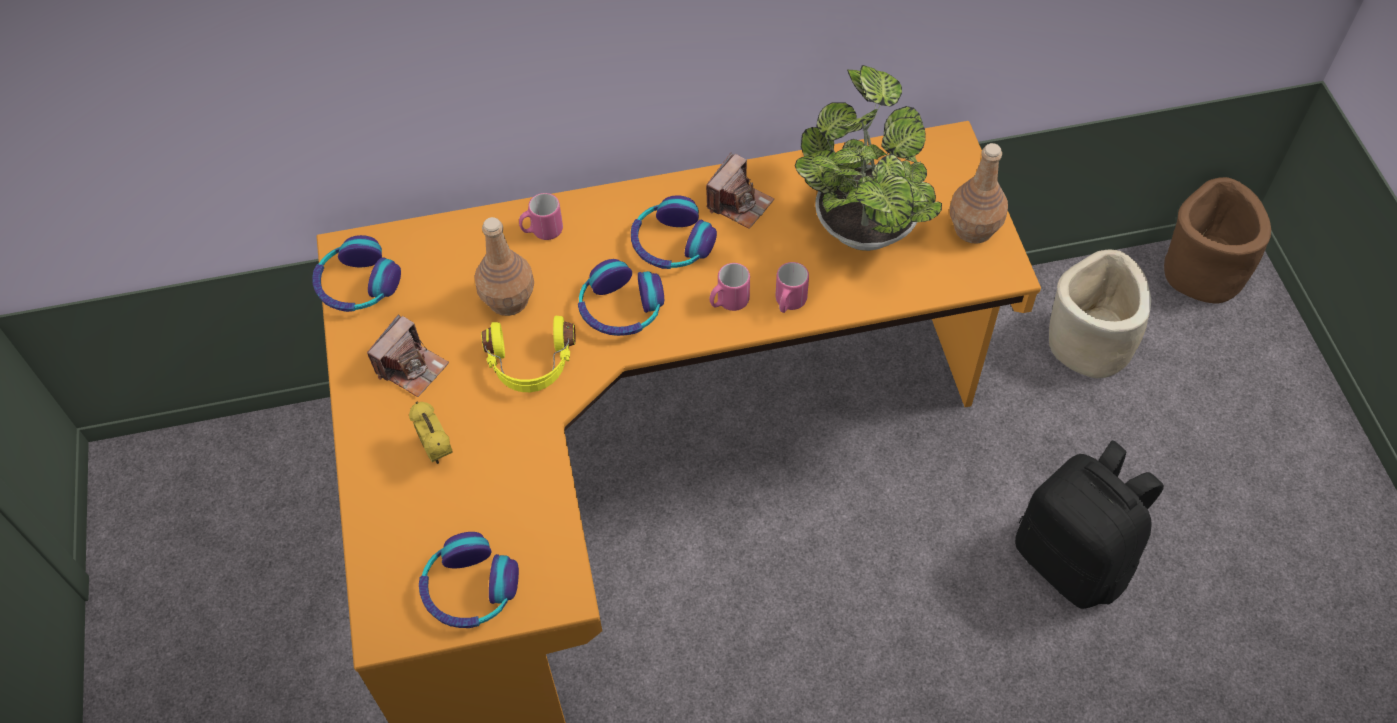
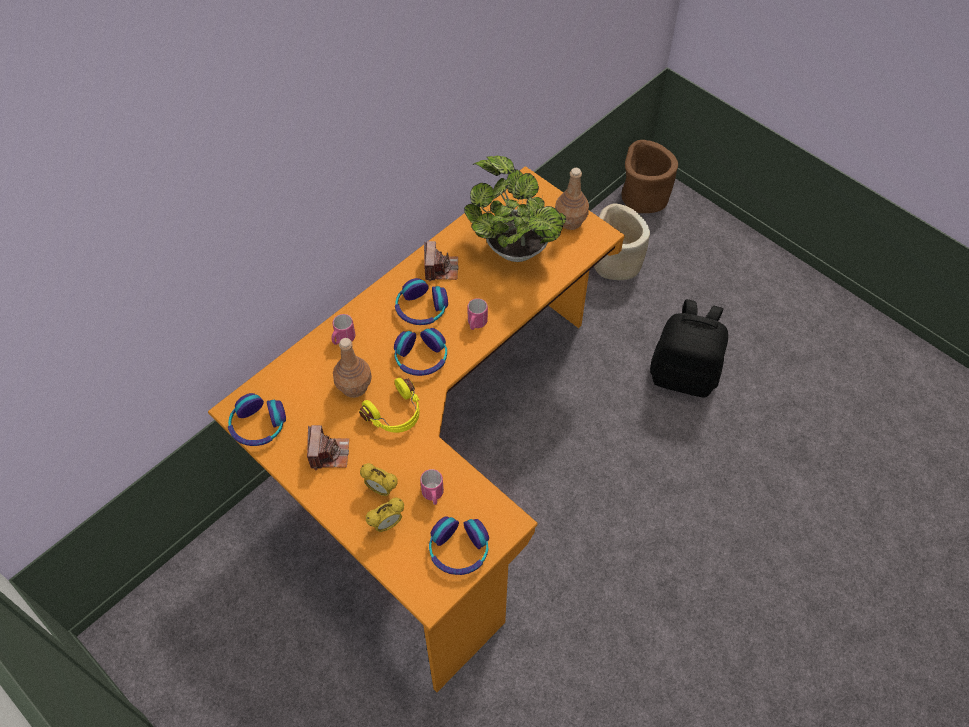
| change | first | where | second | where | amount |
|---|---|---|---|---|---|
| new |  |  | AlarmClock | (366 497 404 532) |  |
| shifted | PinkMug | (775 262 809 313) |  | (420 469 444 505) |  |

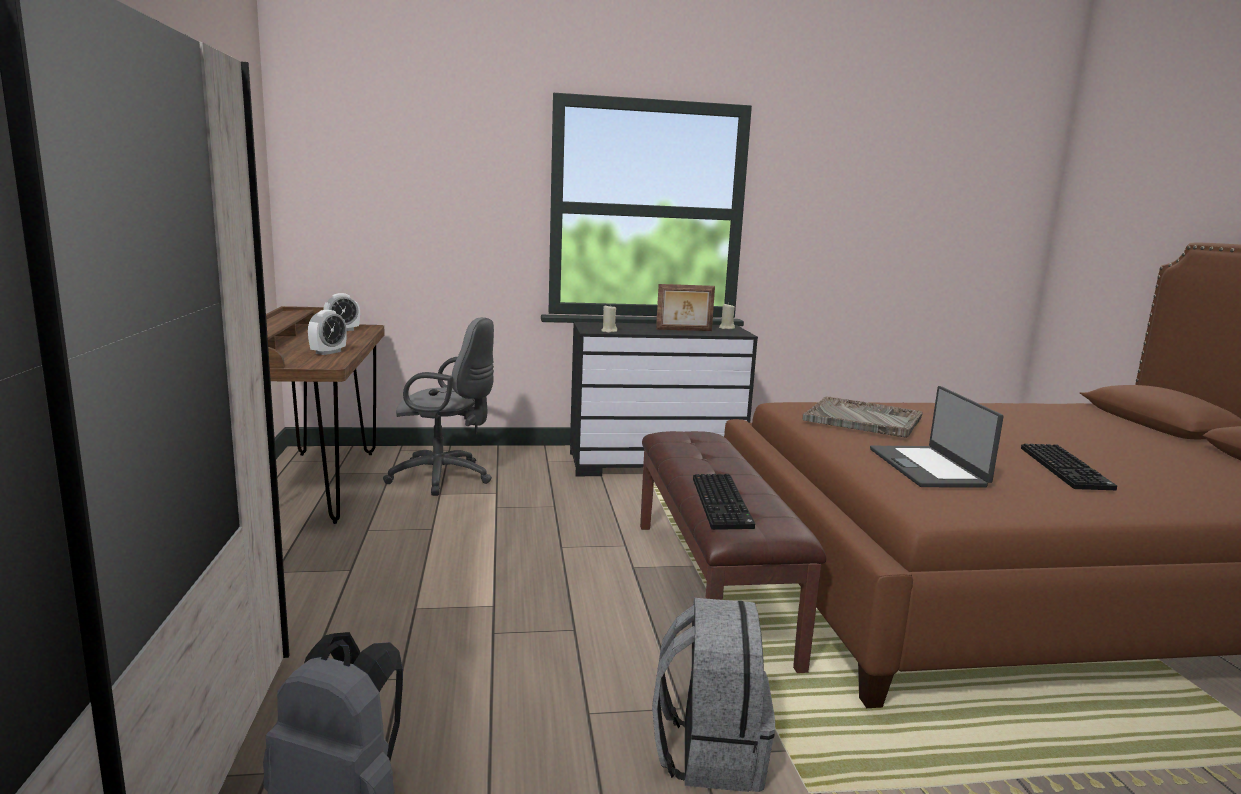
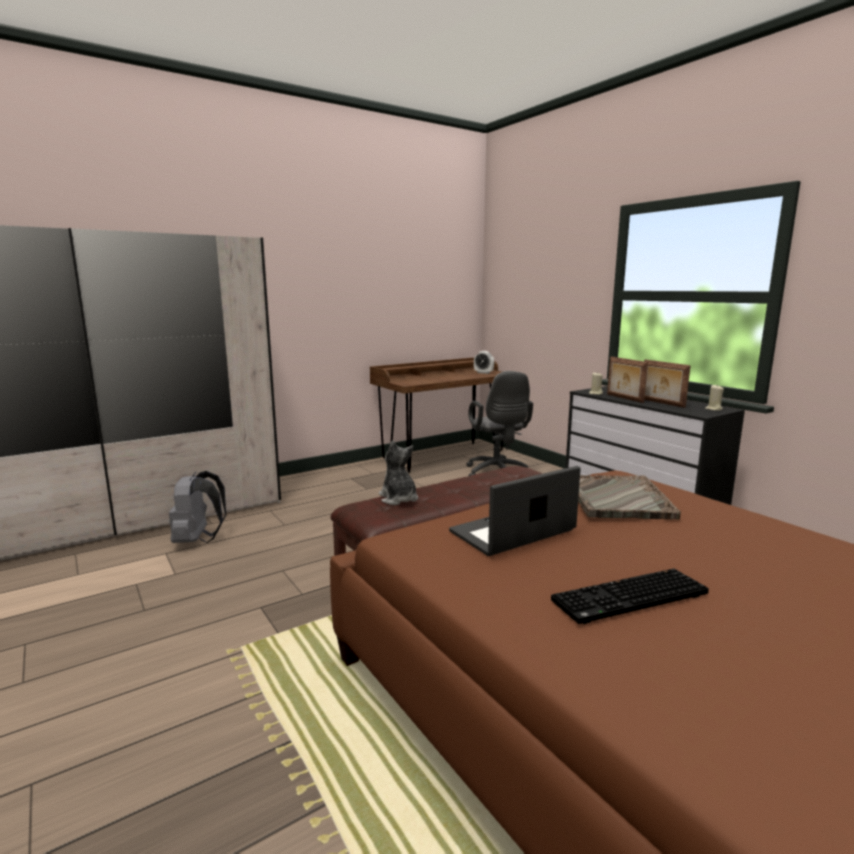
| change | first | where | second | where | amount |
|---|---|---|---|---|---|
| gone | AlarmClock | (308 310 347 355) |  |  |  |
| gone | GreyBackpack | (652 598 775 792) |  |  |  |
| new |  |  | PictureFrame | (607 356 648 403) |  |
| swapped | Keyboard | (693 474 755 530) | PlushToy | (379 440 418 505) |  |

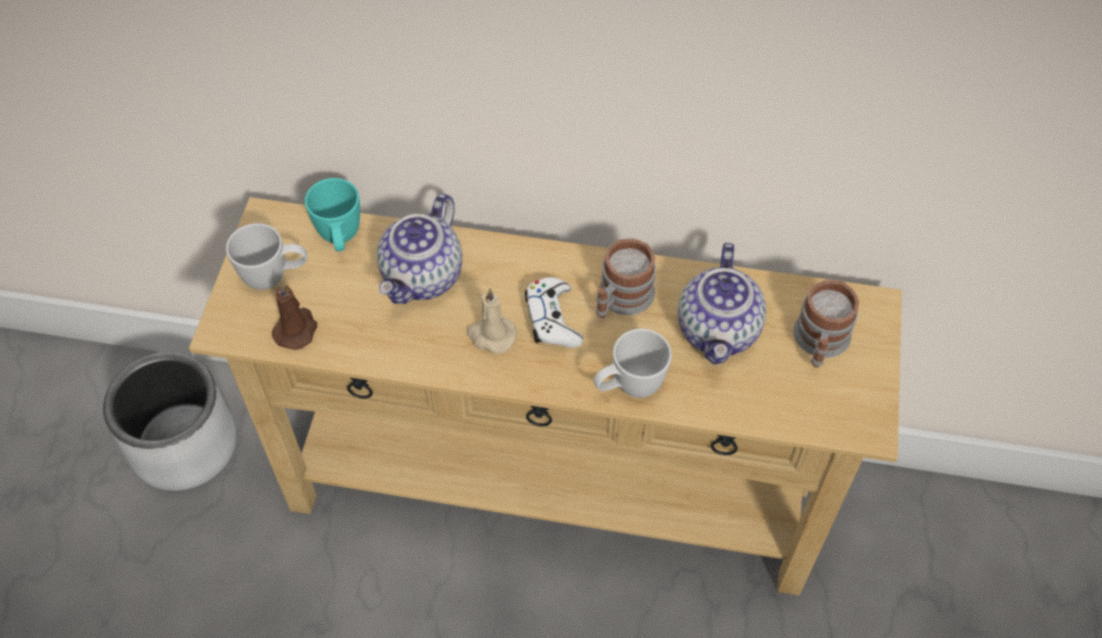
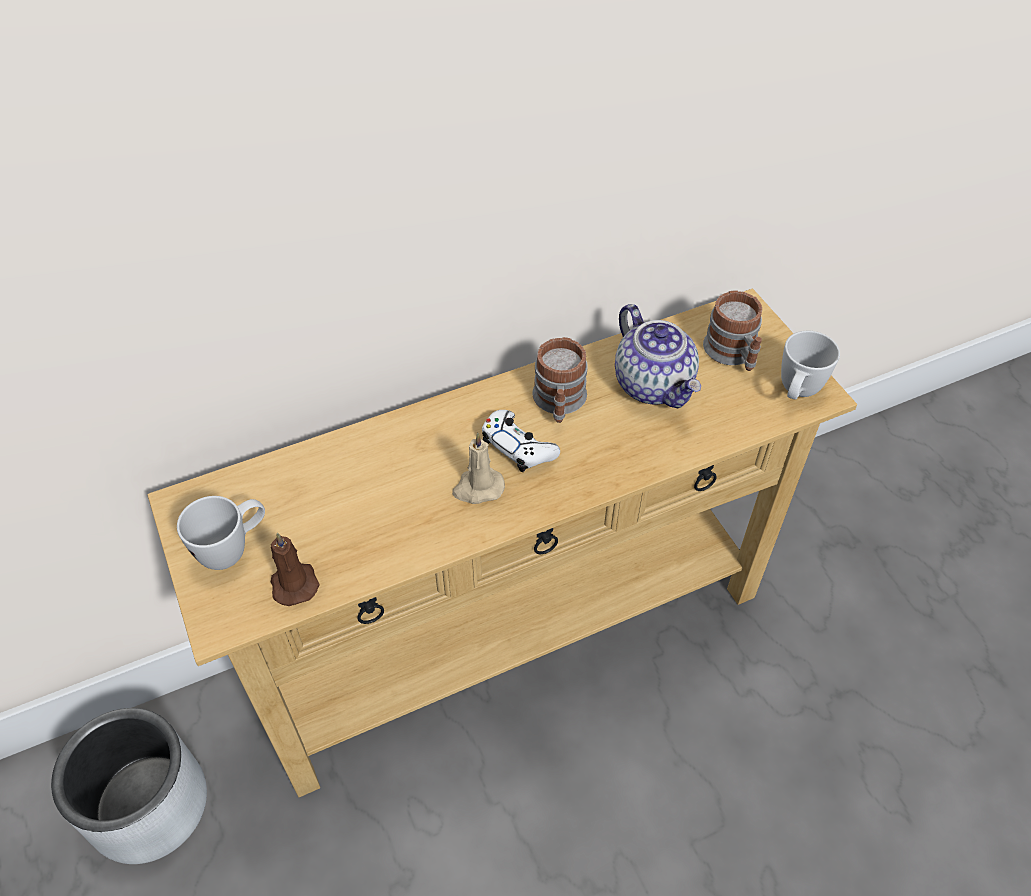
| change | first | where | second | where | amount |
|---|---|---|---|---|---|
| gone | TurquoiseMug | (305 178 360 252) |  |  |  |
| gone | Teapot | (377 193 462 304) |  |  |  |
| shifted | WhiteMug | (593 329 672 398) |  | (781 331 840 399) |  |

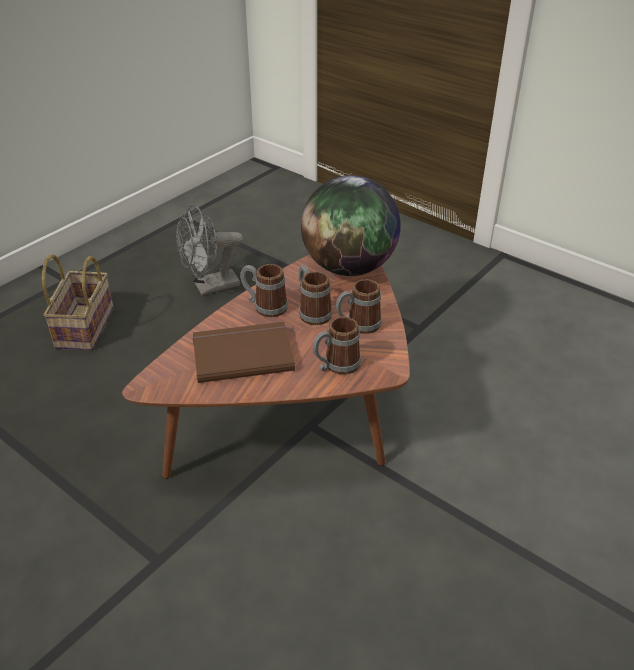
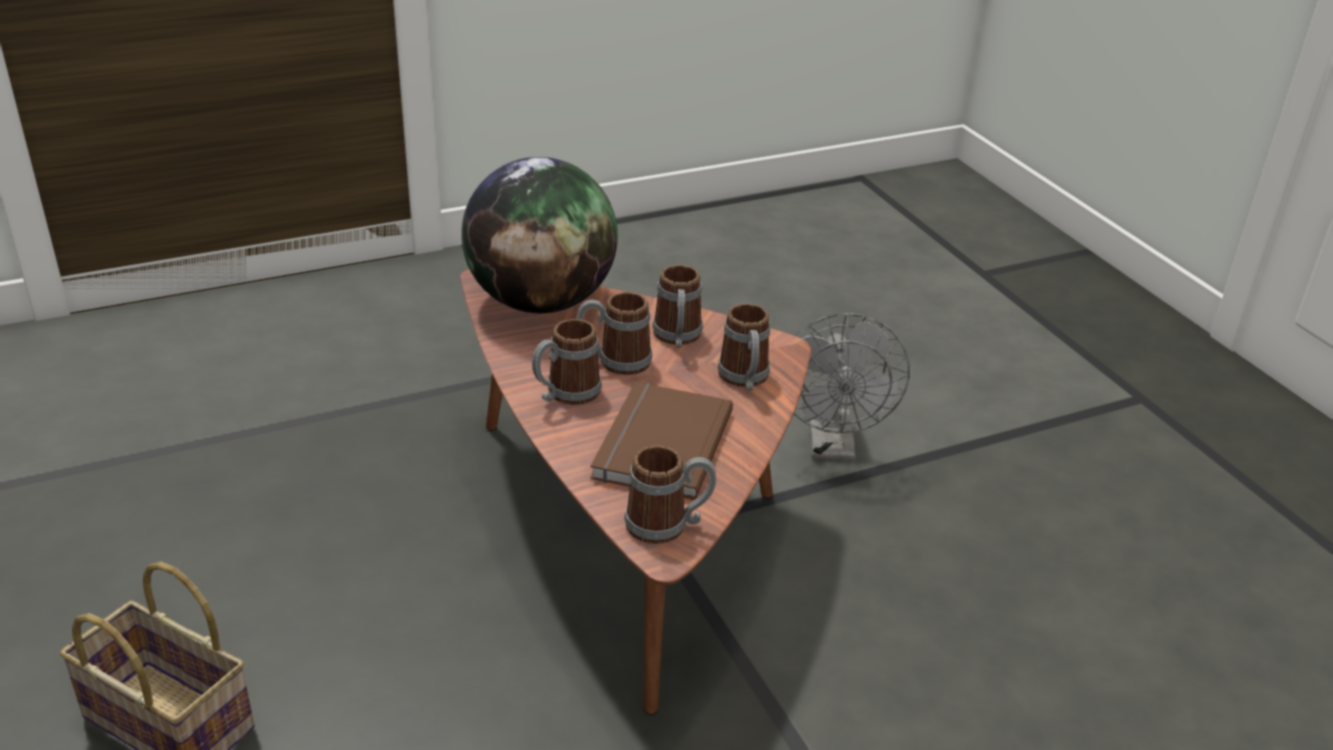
| change | first | where | second | where | amount |
|---|---|---|---|---|---|
| new |  |  | Mug | (624 445 716 544) |  |
| shifted | GreyFan | (176 204 243 296) |  | (794 313 910 460) |  |

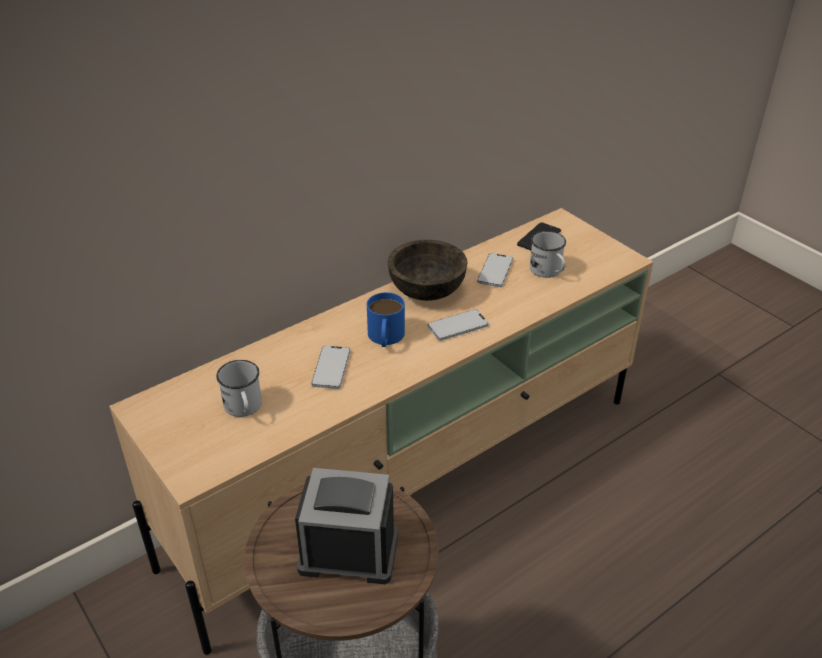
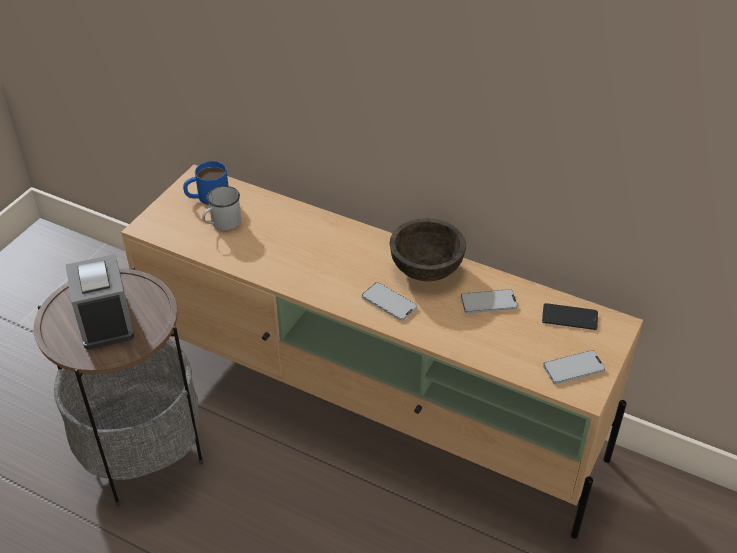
| change | first | where | second | where | amount |
|---|---|---|---|---|---|
| gone | WhiteMug | (530 231 566 278) |  |  |  |
| shifted | Phone | (311 346 350 389) |  | (543 350 605 384) |  |
| shifted | BlueMug | (367 292 405 347) |  | (183 161 228 205) |  |

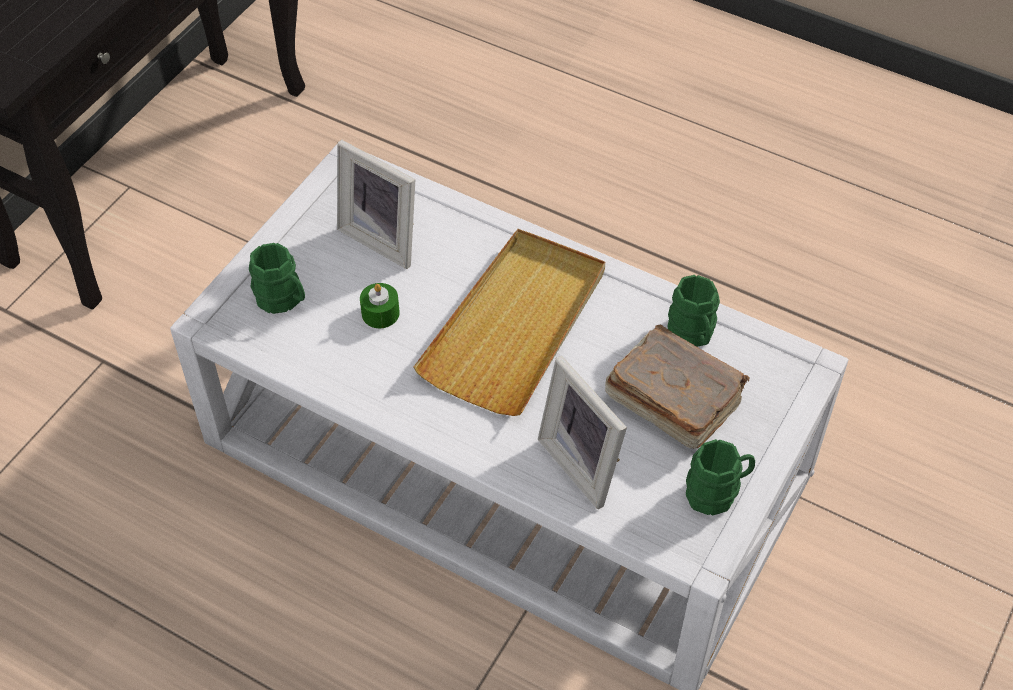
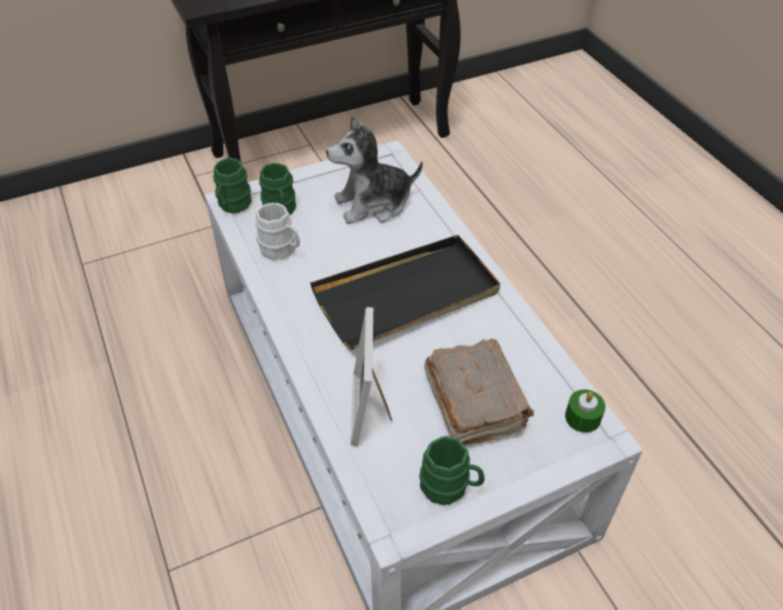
| change | first | where | second | where | amount |
|---|---|---|---|---|---|
| new |  |  | WhiteMug | (255 203 300 260) |  |
| shifted | GreenCandle | (360 283 400 328) |  | (565 389 606 432) |  |
| shifted | GreenMug | (667 275 720 347) |  | (213 158 252 214) |  |
| swapped | PictureFrame | (337 140 415 269) | PlushToy | (326 116 423 224) |  |
| repainted | BeigeTray | (414 229 605 416) | BlackTray | (310 235 500 350) |  |

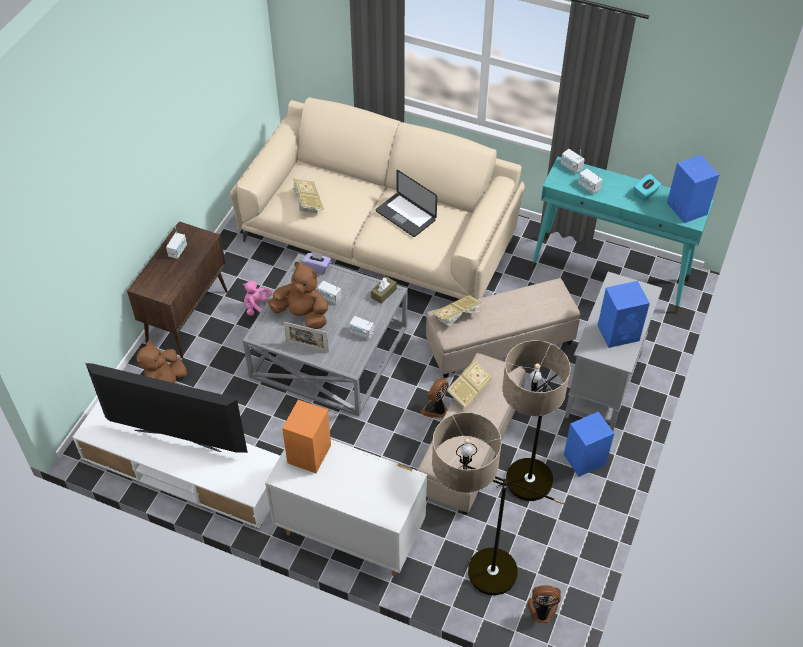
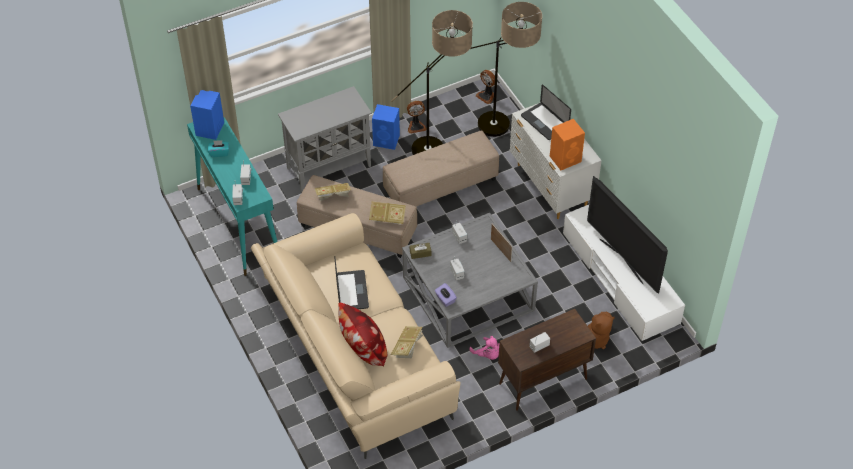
| change | first | where | second | where | amount |
|---|---|---|---|---|---|
| gone | BrownPlushToy | (268 262 328 329) |  |  |  |
| gone | BlueSpeaker | (598 281 650 348) |  |  |  |
| new |  |  | Pillow | (338 302 387 366) |  |
| new |  |  | Laptop | (521 84 571 140) |  |
| shifted | Fan | (421 377 449 418) |  | (407 101 427 134) |  |
| shifted | Book | (447 360 493 408) |  | (315 183 351 201) |  |

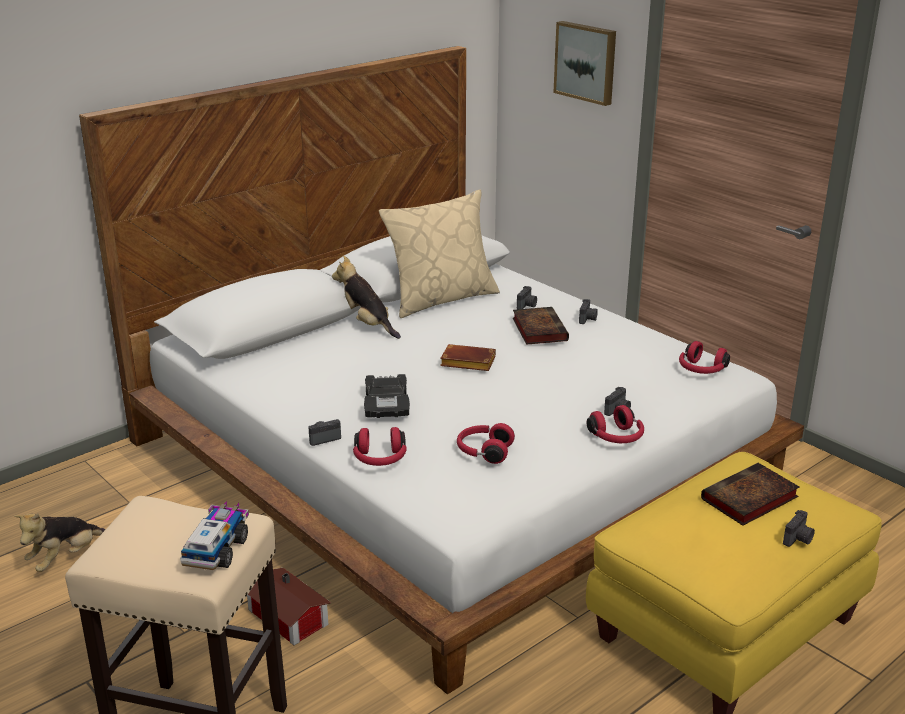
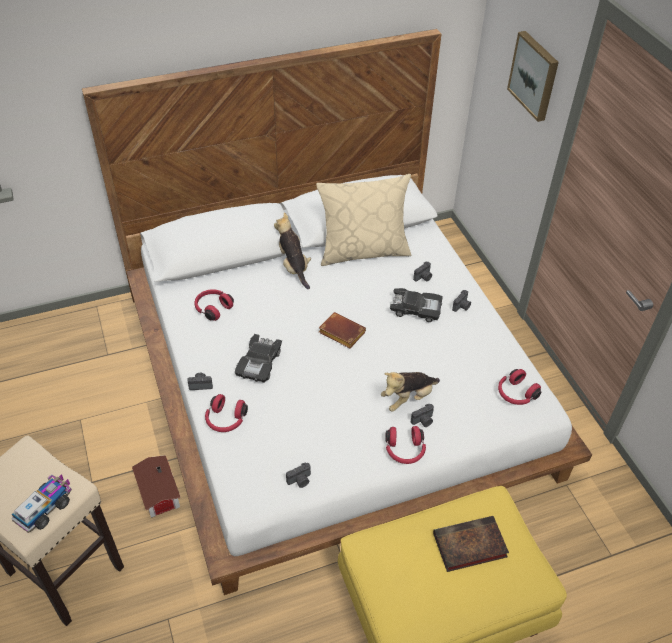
| change | first | where | second | where | amount |
|---|---|---|---|---|---|
| shifted | PlushToy | (14 513 105 572) |  | (381 372 440 412) |  |
| shifted | RedHeadphones | (457 423 515 464) |  | (194 289 234 321) |  |
| shifted | PhotoCamera | (783 510 815 547) |  | (286 462 311 488) |  |
| swapped | Book | (513 307 569 345) | BlackToyCar | (390 288 443 322) |  |

